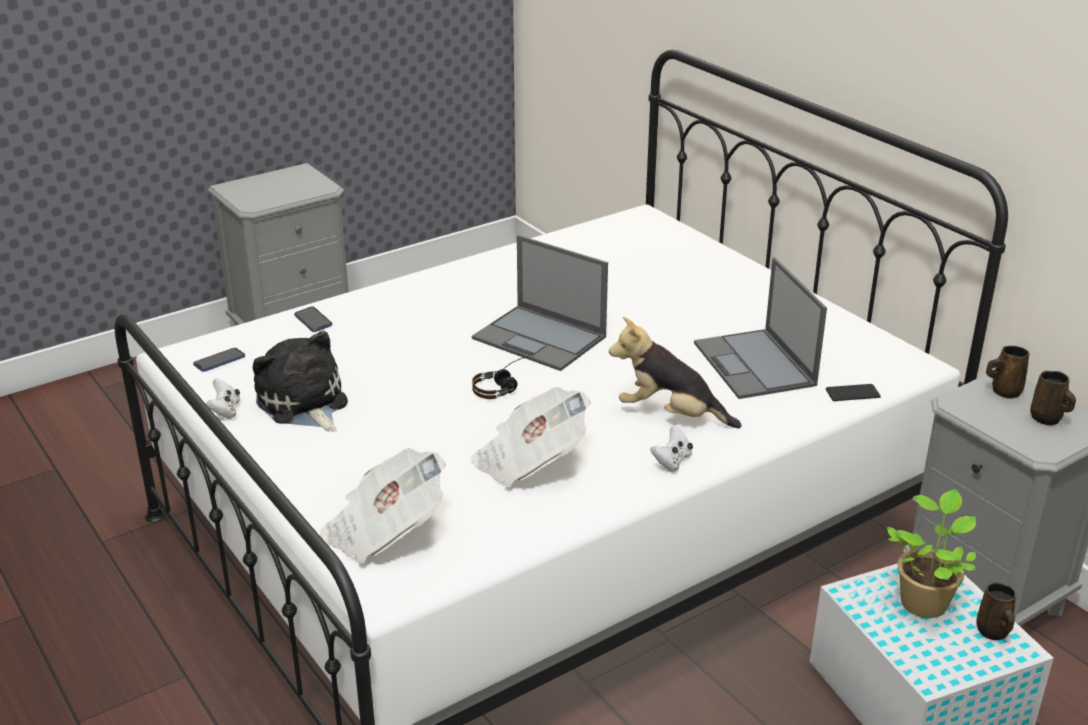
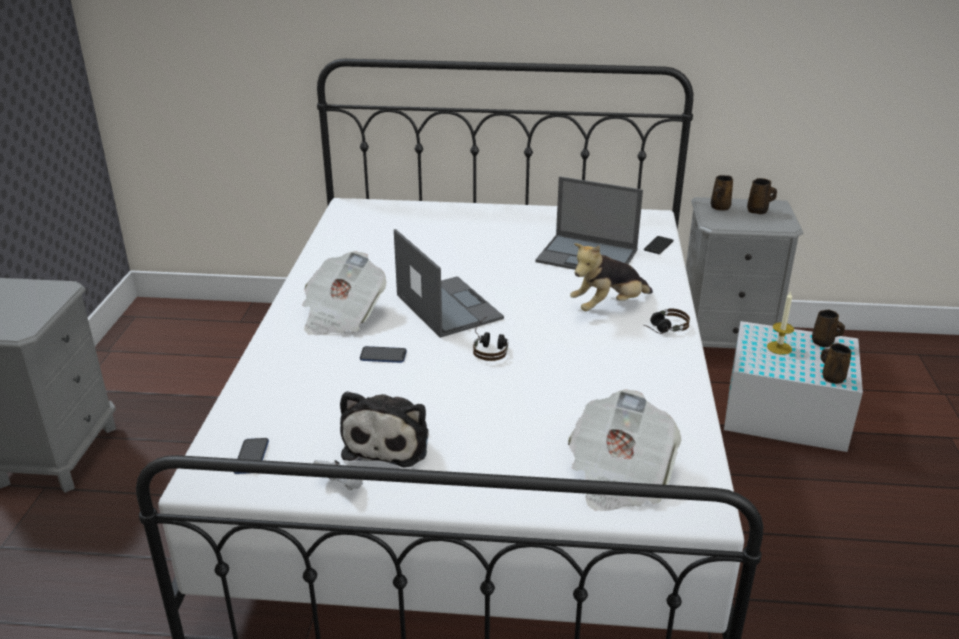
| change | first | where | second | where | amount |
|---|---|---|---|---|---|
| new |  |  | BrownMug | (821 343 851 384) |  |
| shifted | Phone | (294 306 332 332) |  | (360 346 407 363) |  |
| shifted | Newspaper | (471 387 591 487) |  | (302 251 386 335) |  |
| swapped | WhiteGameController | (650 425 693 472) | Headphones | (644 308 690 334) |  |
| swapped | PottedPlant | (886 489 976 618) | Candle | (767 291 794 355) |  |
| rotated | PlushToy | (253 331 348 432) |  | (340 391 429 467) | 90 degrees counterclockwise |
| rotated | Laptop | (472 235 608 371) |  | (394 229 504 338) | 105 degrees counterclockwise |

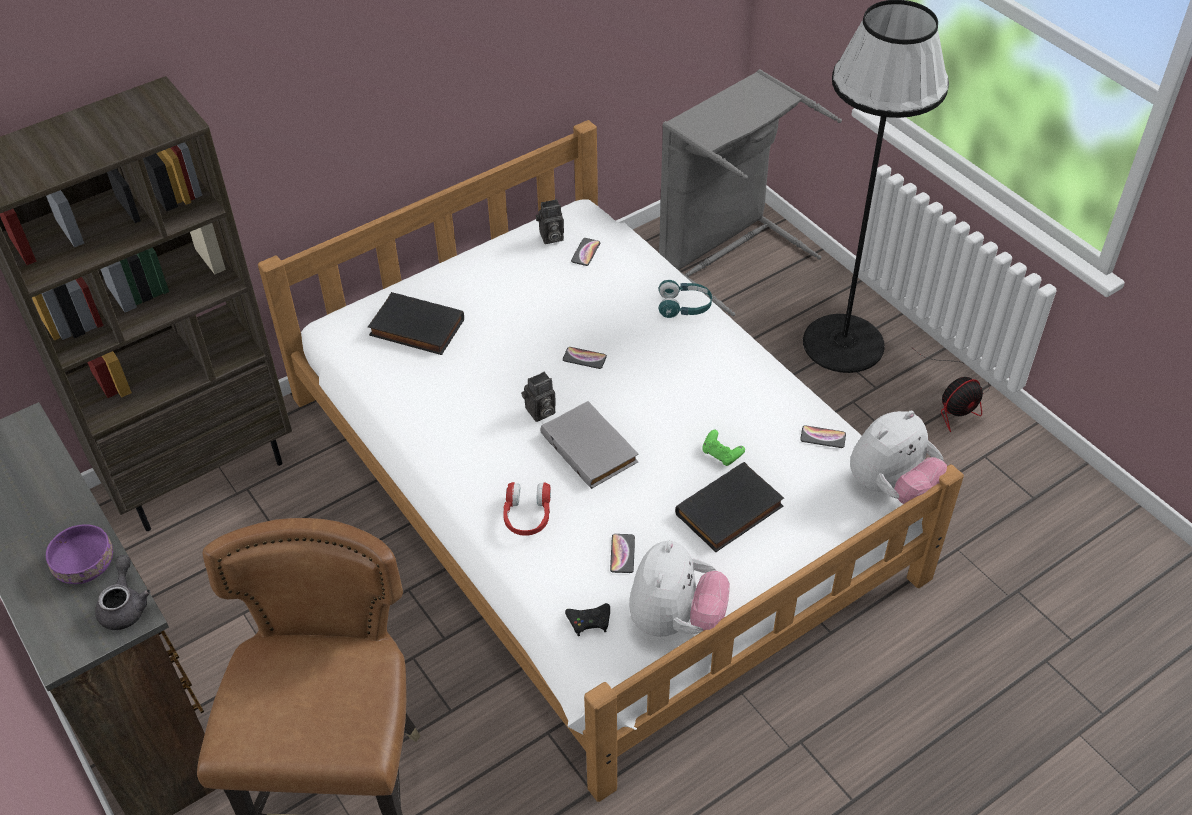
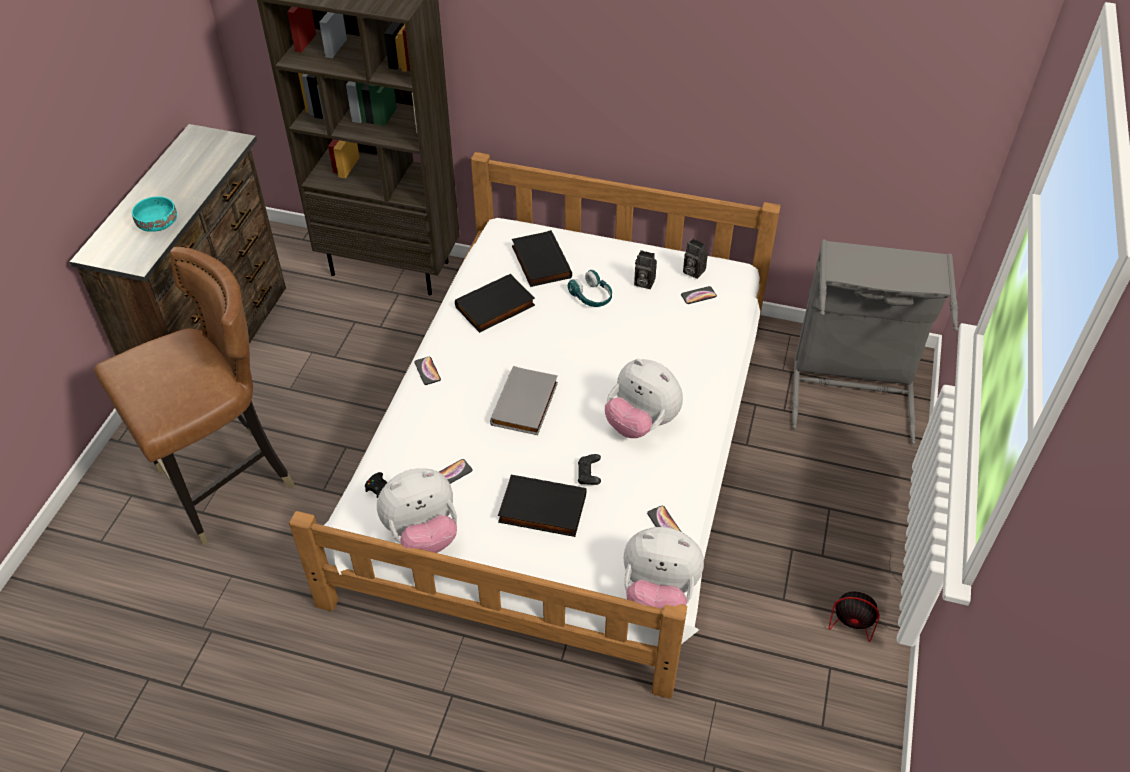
| change | first | where | second | where | amount |
|---|---|---|---|---|---|
| gone | GreyTeapot | (95 555 150 630) |  |  |  |
| gone | RedHeadphones | (503 482 551 536) |  |  |  |
| gone | BlackFloorLamp | (803 0 949 373) |  |  |  |
| new |  |  | BlackBook | (455 274 535 333) |  |
| new |  |  | PlushToy | (605 359 683 438) |  |
| shifted | PhotoCamera | (521 372 556 422) |  | (634 250 657 289) |  |
| shifted | Phone | (563 347 607 369) |  | (414 357 441 385) |  |
| shifted | TurquoiseHeadphones | (658 280 712 318) |  | (568 270 612 307) |  |
| repainted | PurpleBowl | (46 524 113 584) | TurquoiseBowl | (132 196 177 232) |  |
| repainted | GreenGameController | (703 430 745 466) | BlackGameController | (578 454 601 485) |  |

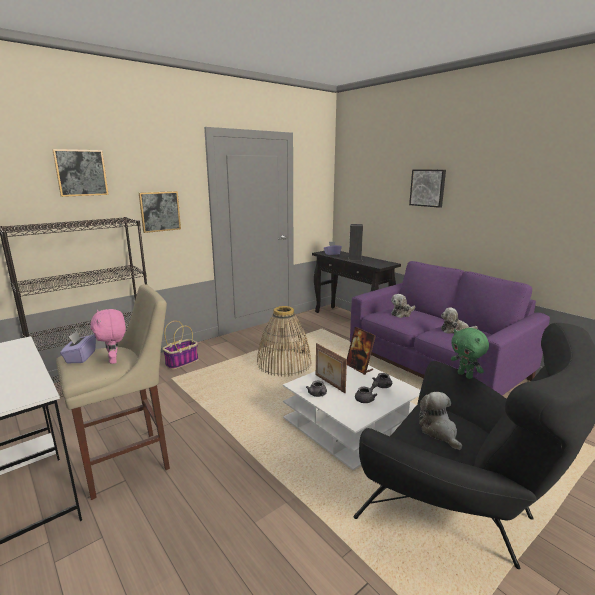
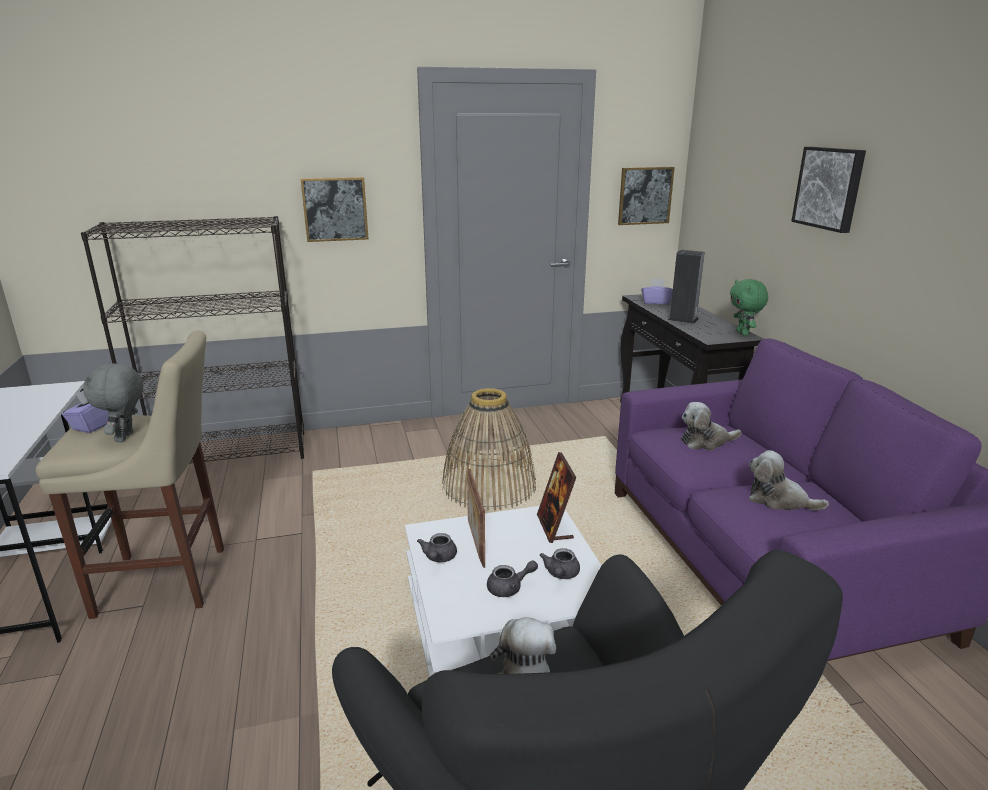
| change | first | where | second | where | amount |
|---|---|---|---|---|---|
| gone | Basket | (163 321 198 370) |  |  |  |
| shifted | Picture | (52 149 109 197) |  | (618 167 675 225) |  |
| shifted | GreenPlushToy | (451 328 489 379) |  | (730 279 768 335) |  |
| repainted | PinkPlushToy | (90 309 126 364) | GreyPlushToy | (83 362 143 442) |  |

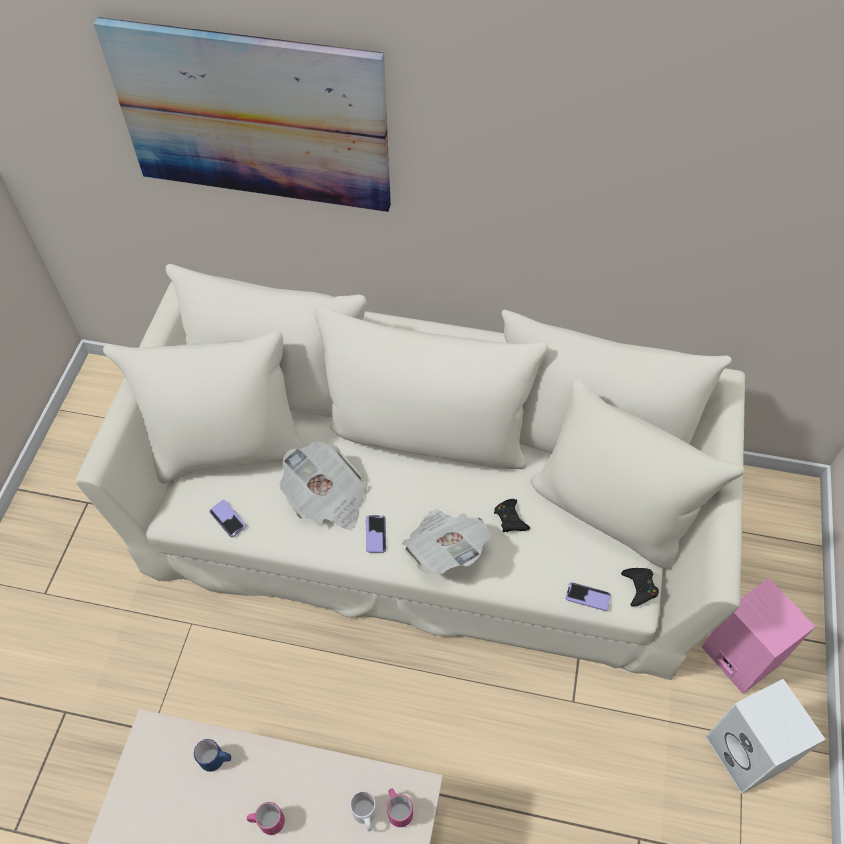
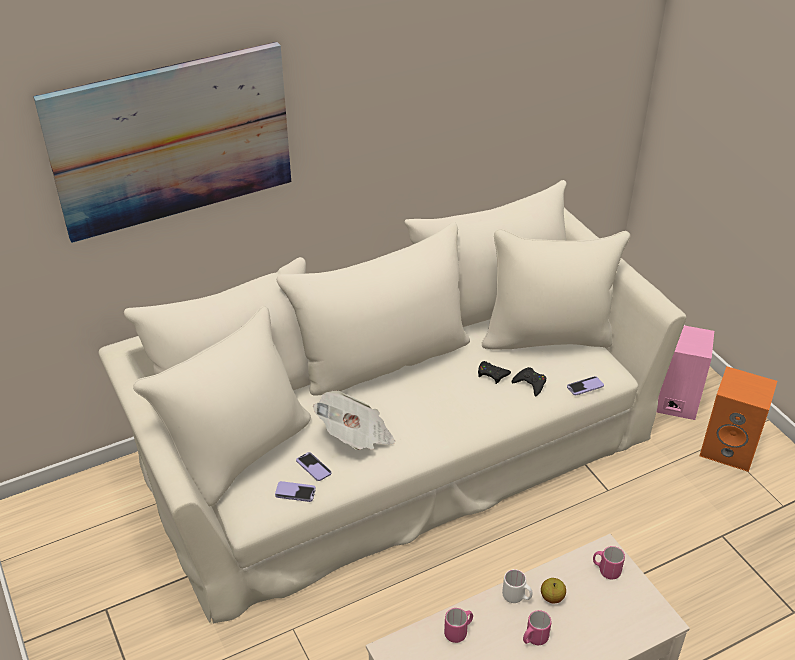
| change | first | where | second | where | amount |
|---|---|---|---|---|---|
| gone | Newspaper | (402 510 491 574) |  |  |  |
| new |  |  | Apple | (541 578 566 603) |  |
| shifted | WhiteMug | (350 791 377 831) |  | (502 569 533 603) |  |
| shifted | Phone | (366 515 386 553) |  | (296 452 332 481) |  |
| shifted | BlackGameController | (621 568 659 607) |  | (512 367 546 396) |  |
| repainted | BlueMug | (194 739 231 772) | PinkMug | (444 608 473 643) |  |
| repainted | WhiteSpeaker | (705 679 826 794) | OrangeSpeaker | (700 366 777 472) |  |

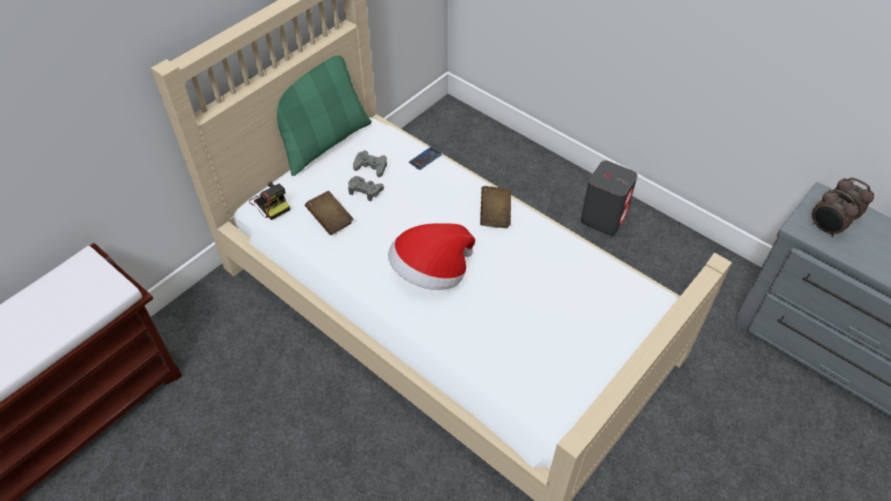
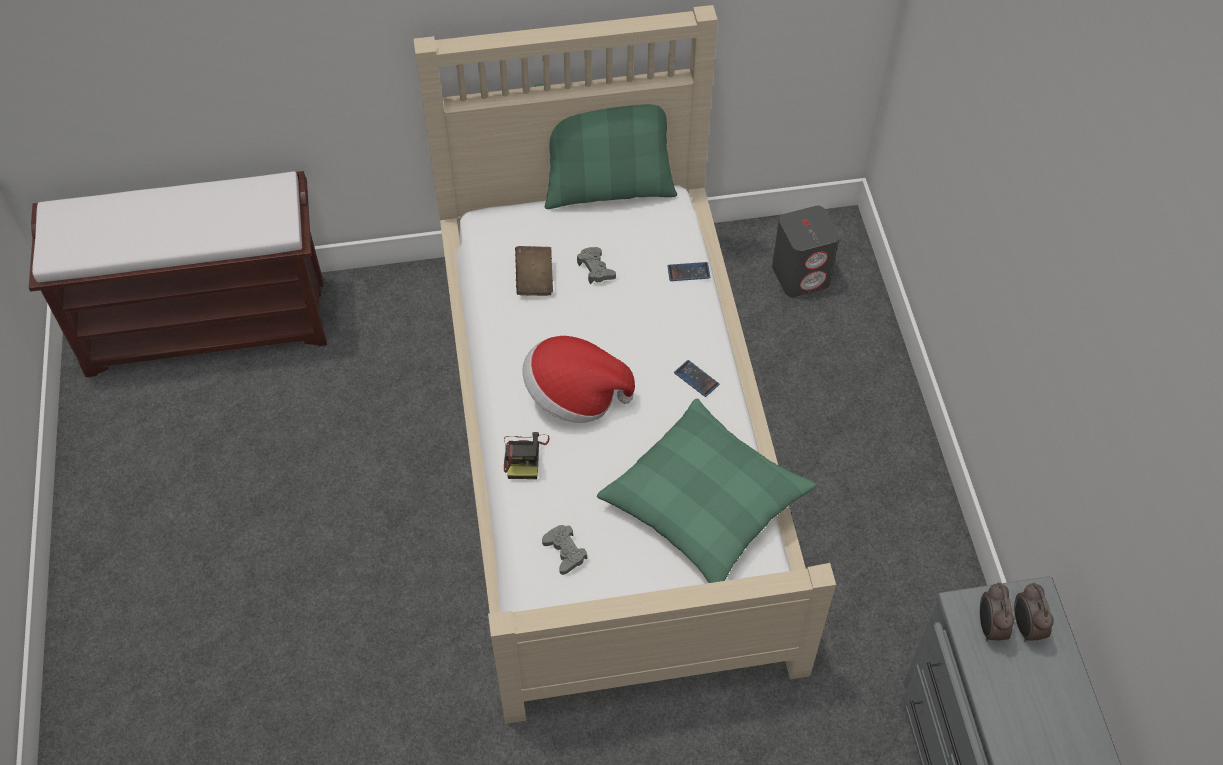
| change | first | where | second | where | amount |
|---|---|---|---|---|---|
| new |  |  | GreenPillow | (597 398 816 583) |  |
| shifted | PhotoCamera | (249 181 290 220) |  | (504 432 550 479) |  |
| shifted | GreyGameController | (353 150 387 177) |  | (542 525 587 575) |  |
| shifted | GreySpeaker | (581 161 638 235) |  | (772 206 839 297) |  |
| swapped | BrownBook | (480 186 511 228) | Phone | (674 360 719 397) |  |

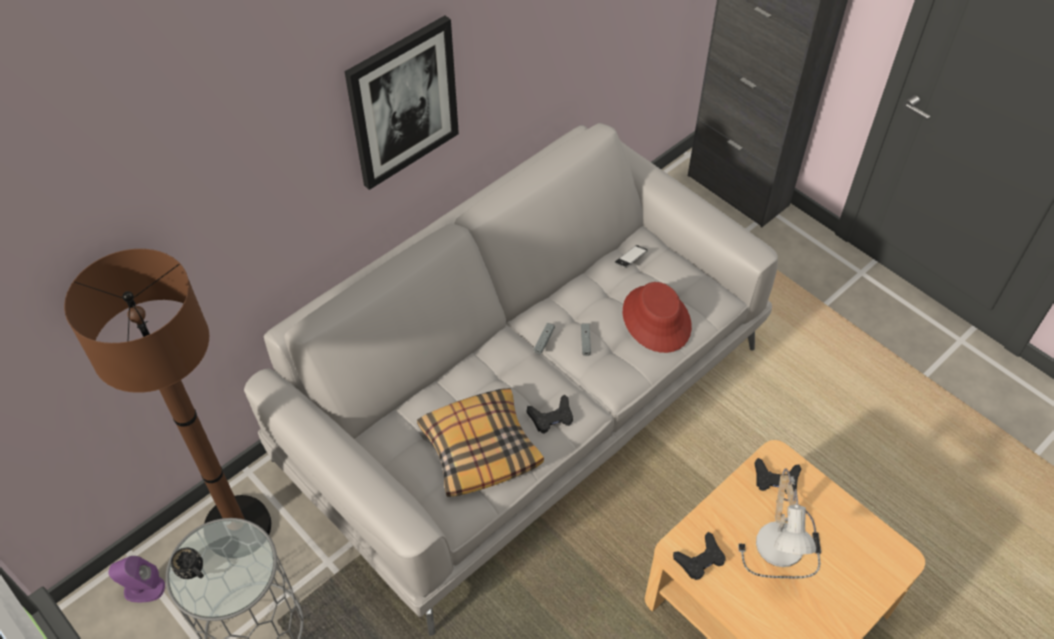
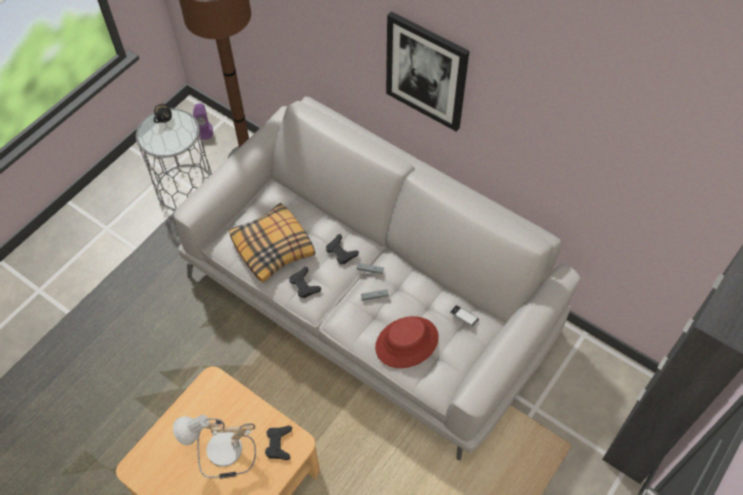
| change | first | where | second | where | amount |
|---|---|---|---|---|---|
| shifted | BlackGameController | (673 532 726 580) |  | (326 234 359 265) |  |

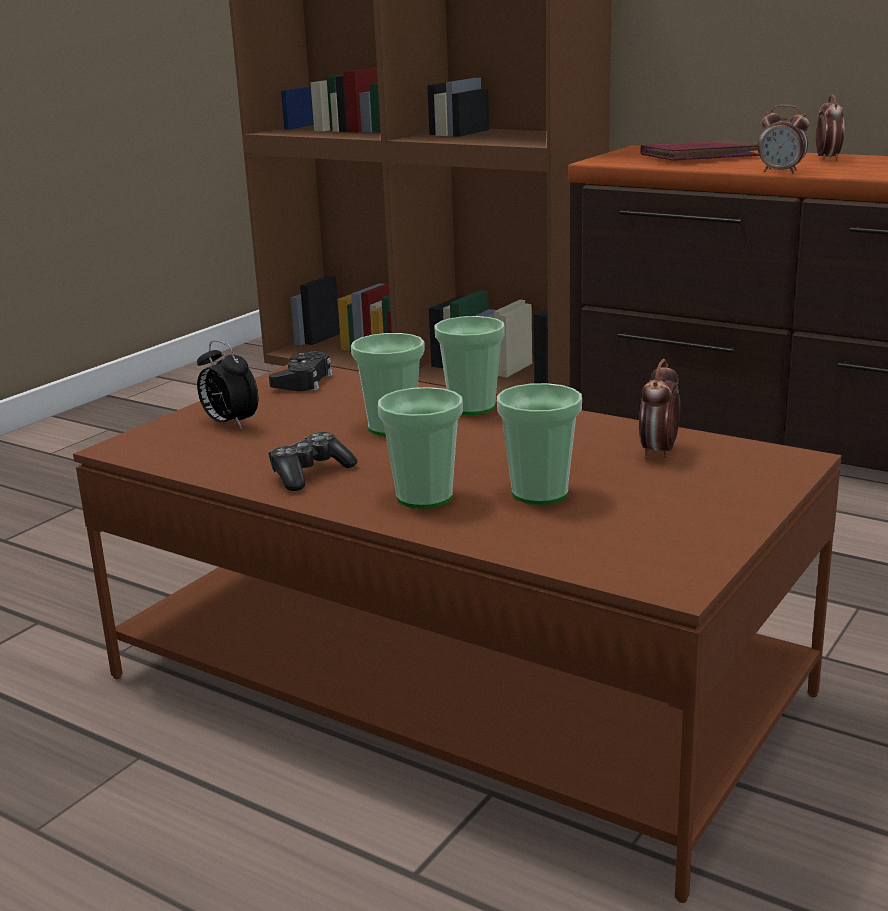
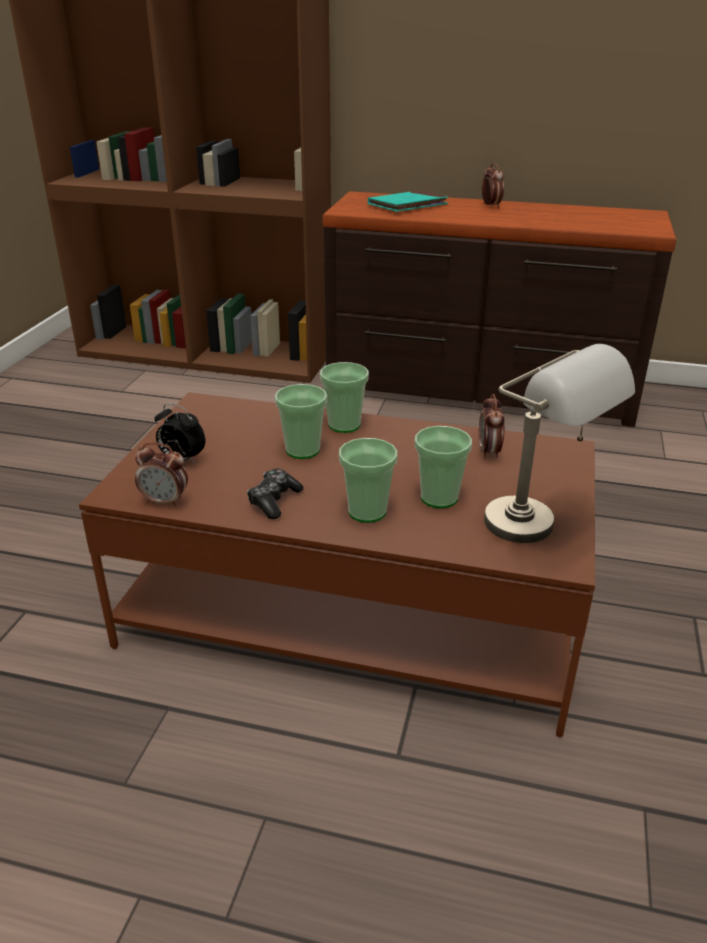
| change | first | where | second | where | amount |
|---|---|---|---|---|---|
| gone | BlackGameController | (269 351 333 391) |  |  |  |
| new |  |  | GreyTableLamp | (484 344 635 543) |  |
| shifted | AlarmClock | (758 105 809 174) |  | (135 442 188 507) |  |
| repainted | RedBook | (641 140 759 161) | TurquoiseBook | (368 190 448 212) |  |

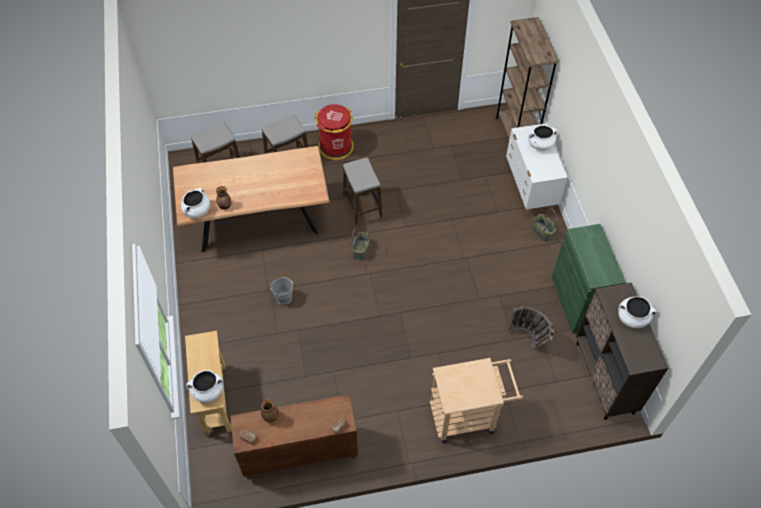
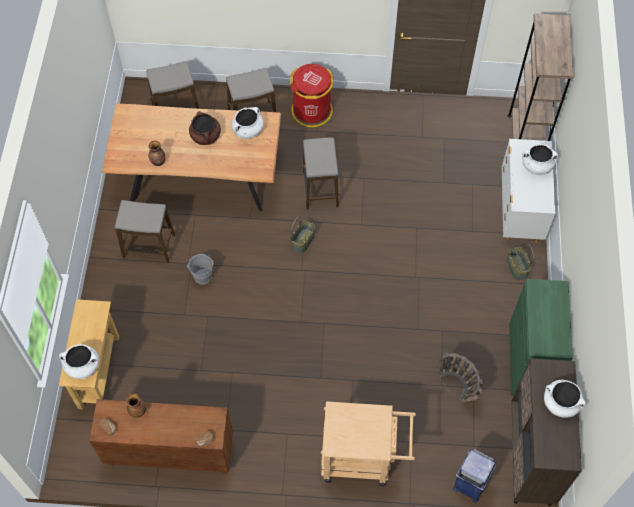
| change | first | where | second | where | amount |
|---|---|---|---|---|---|
| new |  |  | Stool | (115 200 175 263) |  |
| new |  |  | BrownCookingPot | (189 111 221 145) |  |
| new |  |  | BlueTrashCan | (453 449 496 503) |  |
| shifted | WhiteCookingPot | (181 188 210 218) |  | (232 107 264 139) |  |

